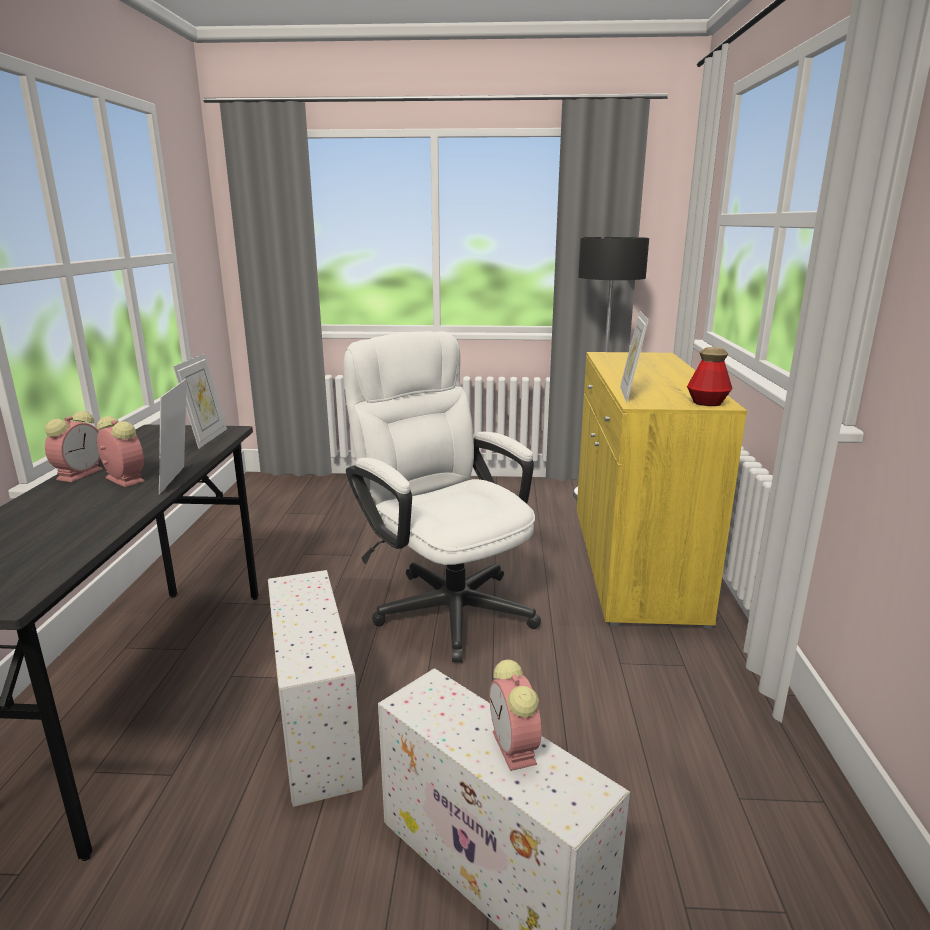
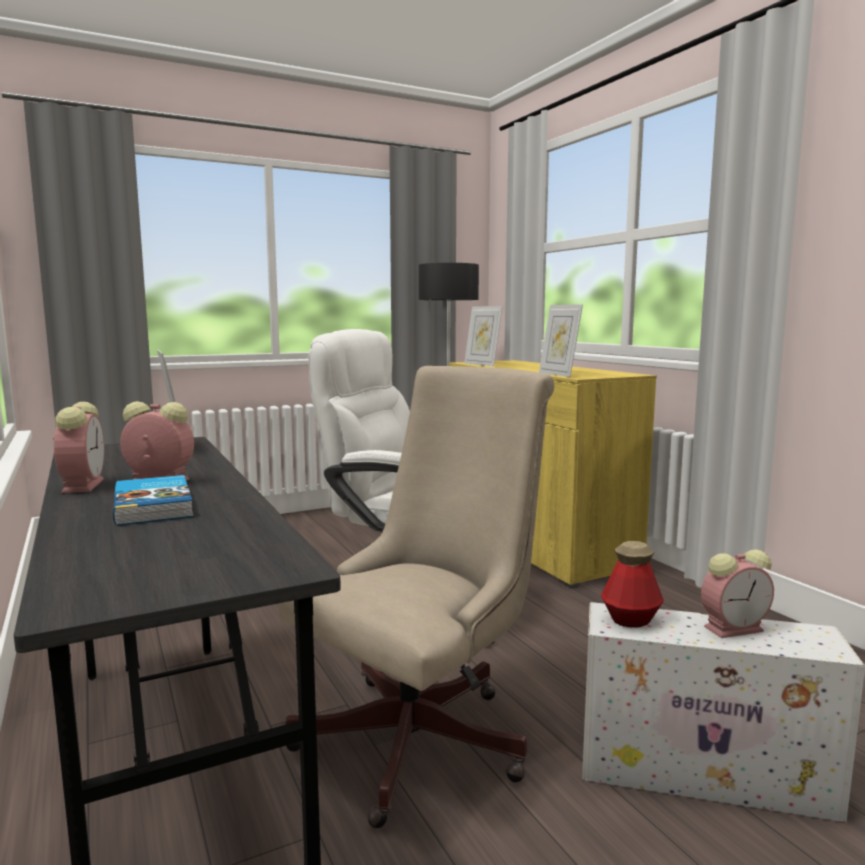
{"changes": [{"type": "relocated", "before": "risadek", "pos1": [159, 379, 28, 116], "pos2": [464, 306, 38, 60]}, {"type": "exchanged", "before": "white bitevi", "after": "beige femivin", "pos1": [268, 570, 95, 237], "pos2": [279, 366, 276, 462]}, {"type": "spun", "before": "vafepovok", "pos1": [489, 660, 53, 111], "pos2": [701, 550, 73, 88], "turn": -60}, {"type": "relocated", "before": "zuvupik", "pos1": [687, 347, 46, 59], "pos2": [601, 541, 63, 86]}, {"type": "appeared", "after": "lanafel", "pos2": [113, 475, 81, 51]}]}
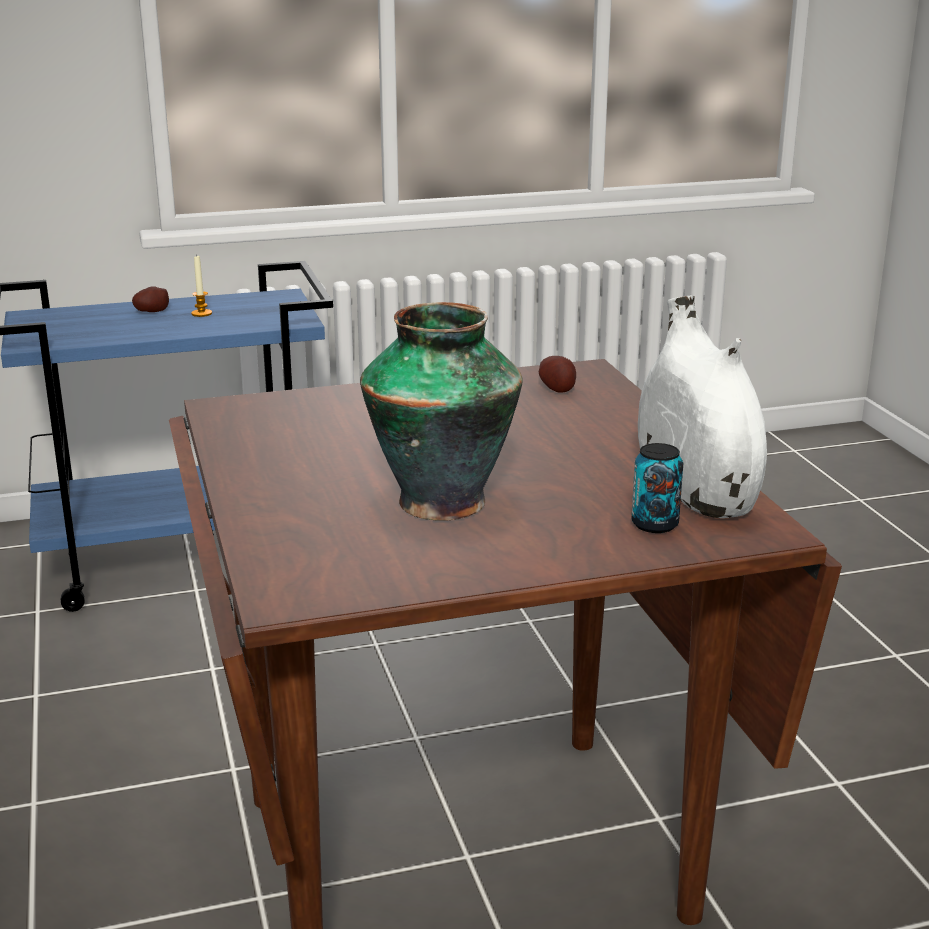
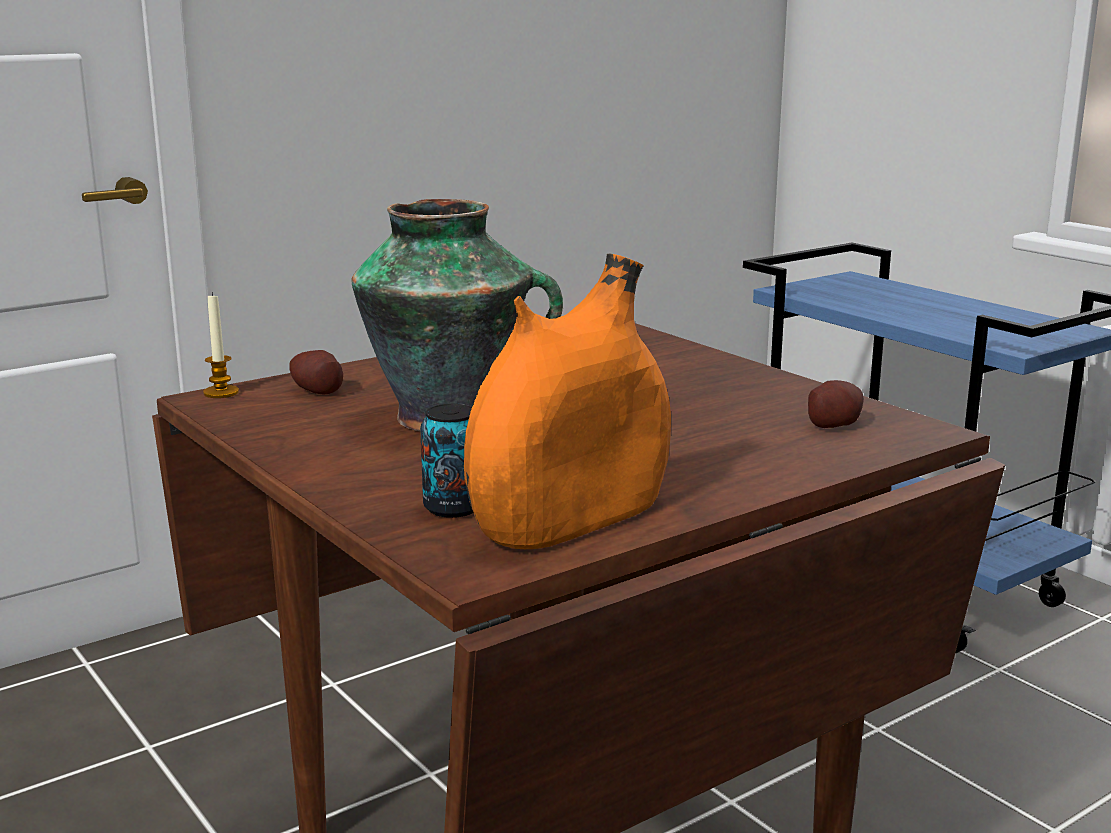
{"changes": [{"type": "relocated", "before": "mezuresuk", "pos1": [132, 286, 37, 26], "pos2": [289, 350, 54, 45]}, {"type": "relocated", "before": "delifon", "pos1": [191, 256, 21, 61], "pos2": [203, 292, 36, 106]}, {"type": "colour", "before": "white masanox", "after": "orange masanox", "pos1": [638, 296, 129, 222], "pos2": [464, 253, 207, 296]}]}
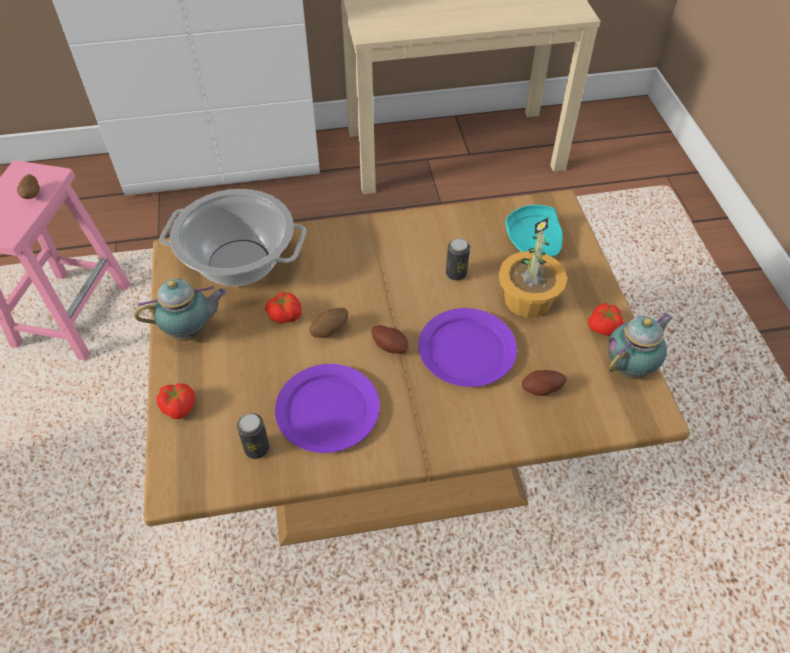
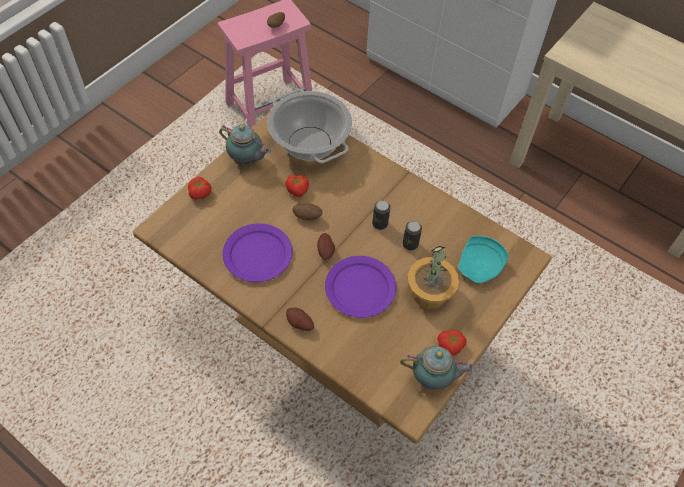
{"changes": [{"type": "relocated", "before": "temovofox", "pos1": [237, 413, 33, 46], "pos2": [372, 200, 18, 30]}, {"type": "relocated", "before": "mezuresuk", "pos1": [522, 370, 45, 26], "pos2": [286, 308, 28, 23]}]}
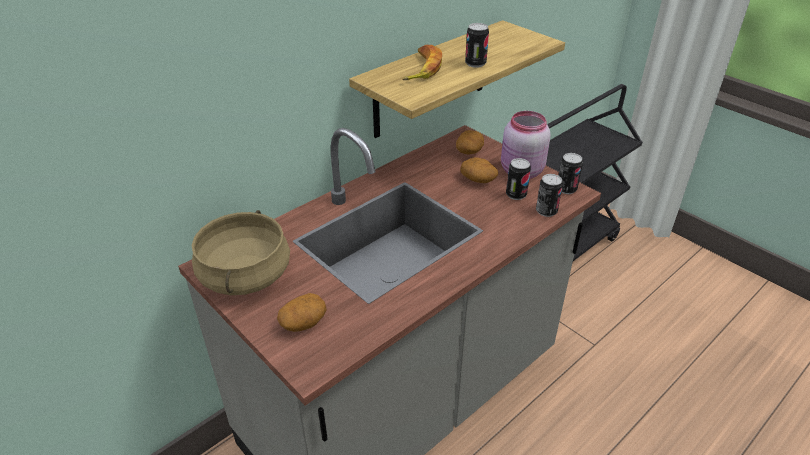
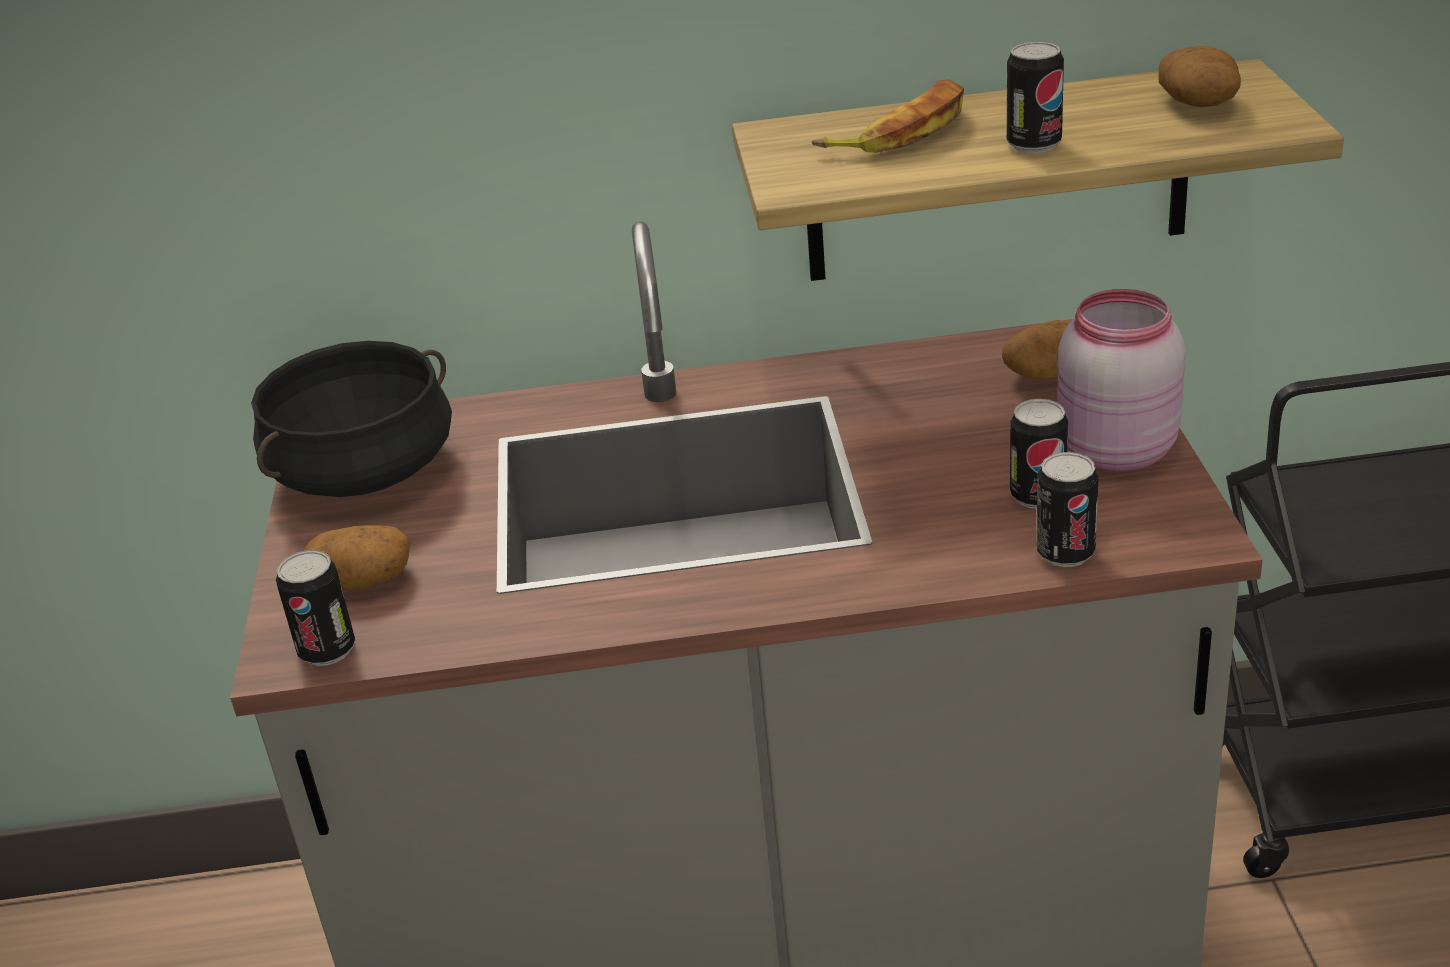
{"changes": [{"type": "colour", "before": "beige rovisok", "after": "black rovisok", "pos1": [191, 210, 99, 85], "pos2": [251, 341, 201, 156]}, {"type": "relocated", "before": "mezuresuk", "pos1": [460, 157, 38, 26], "pos2": [1159, 46, 82, 61]}, {"type": "relocated", "before": "temovofox", "pos1": [558, 153, 25, 41], "pos2": [276, 550, 79, 116]}]}
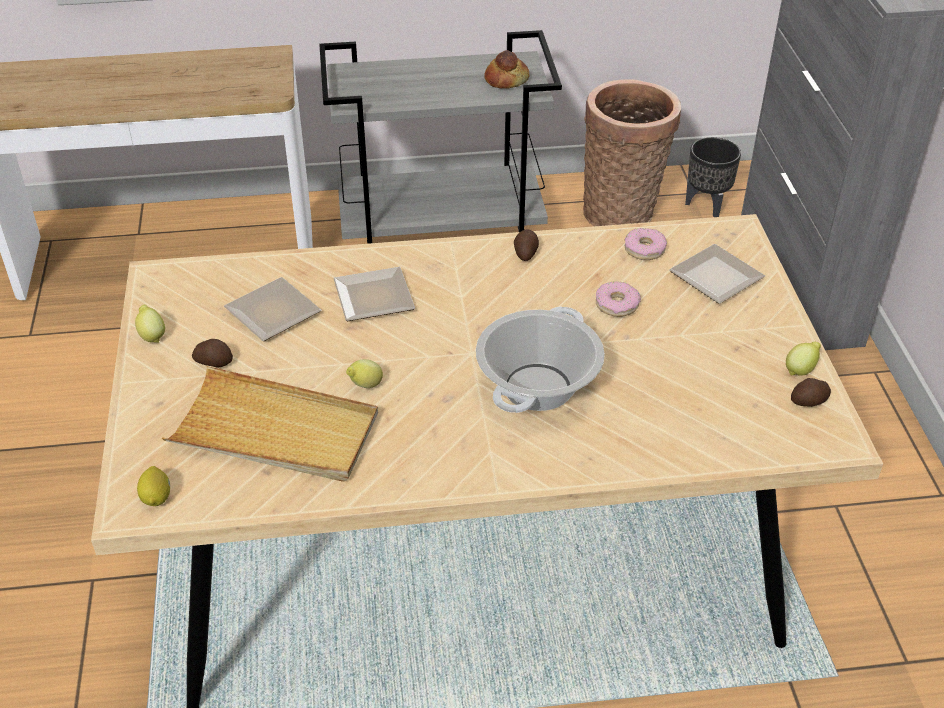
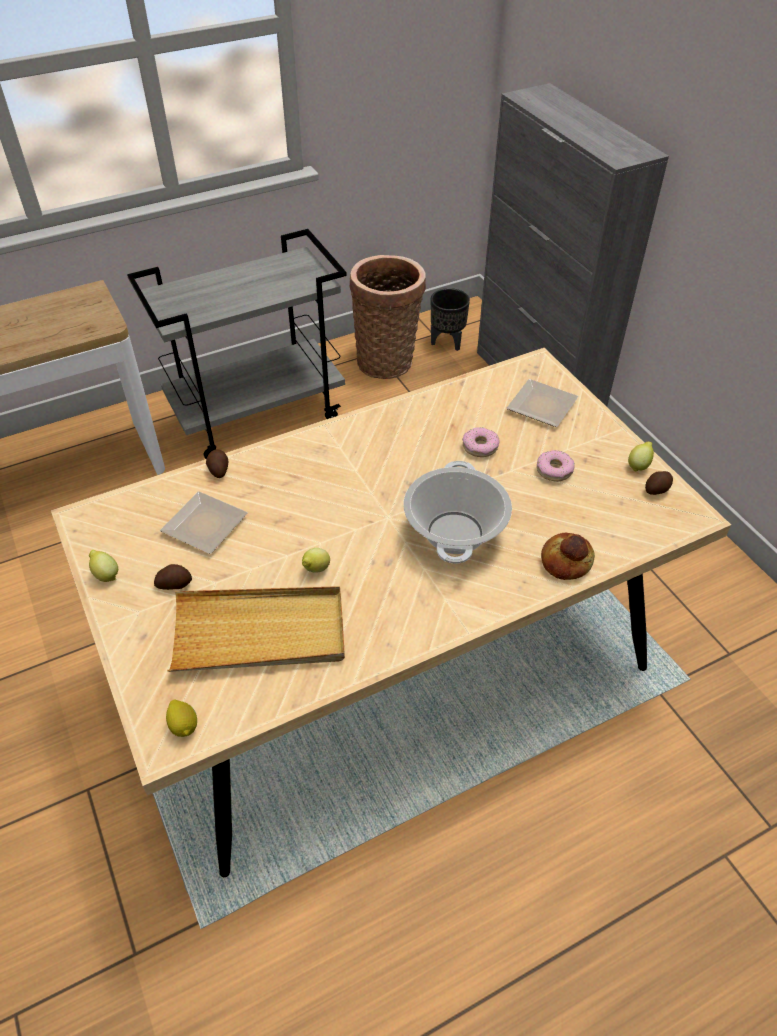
{"changes": [{"type": "missing", "before": "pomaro", "pos1": [333, 267, 82, 54]}, {"type": "relocated", "before": "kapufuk", "pos1": [484, 50, 46, 38], "pos2": [541, 533, 54, 47]}, {"type": "relocated", "before": "mezuresuk", "pos1": [514, 229, 25, 32], "pos2": [206, 449, 22, 29]}, {"type": "relocated", "before": "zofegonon", "pos1": [625, 228, 42, 32], "pos2": [537, 450, 38, 32]}]}
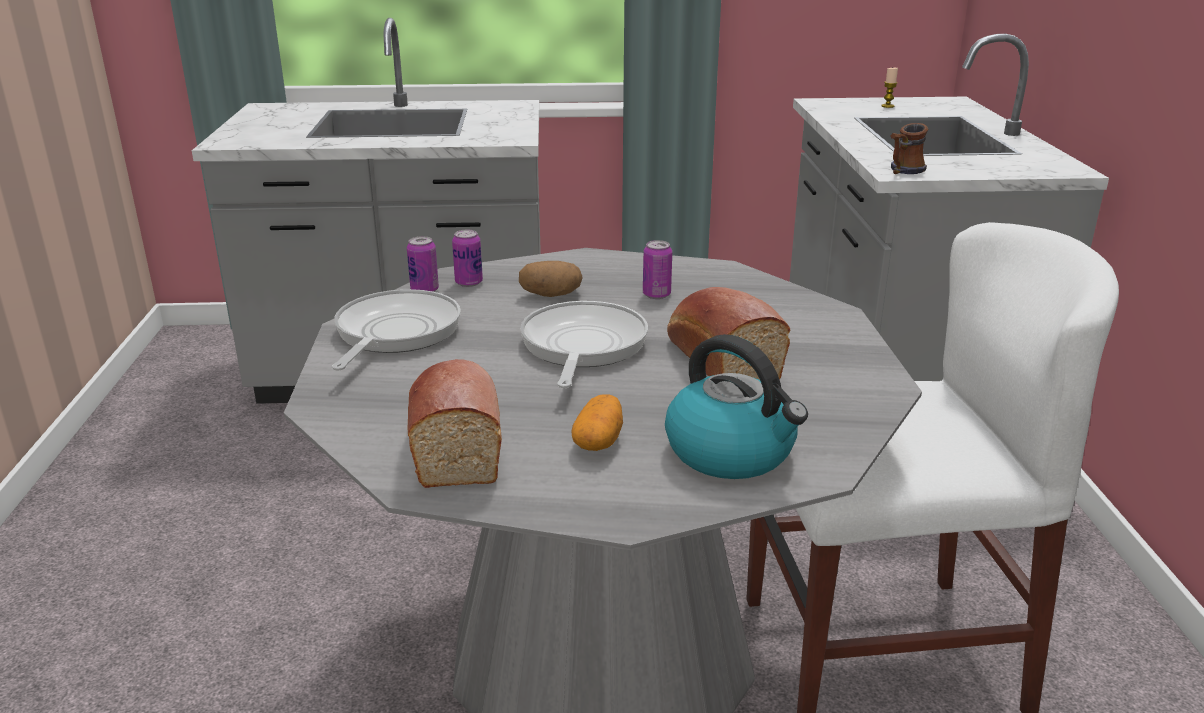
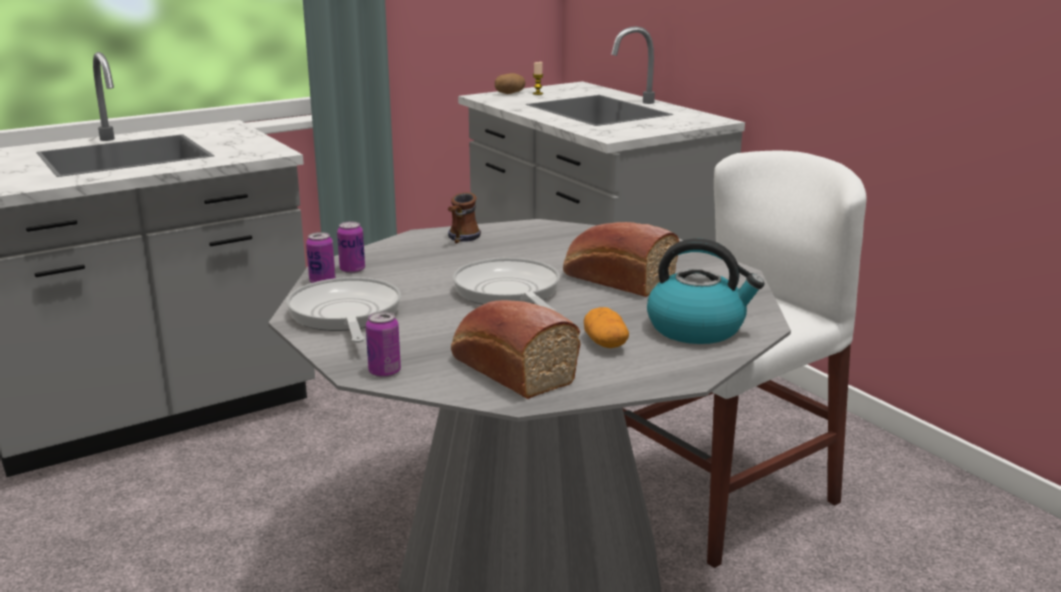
{"changes": [{"type": "relocated", "before": "mezuresuk", "pos1": [519, 261, 63, 36], "pos2": [495, 73, 30, 21]}, {"type": "relocated", "before": "temovofox", "pos1": [643, 240, 29, 59], "pos2": [366, 312, 35, 66]}, {"type": "relocated", "before": "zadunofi", "pos1": [890, 123, 38, 51], "pos2": [448, 192, 33, 51]}]}
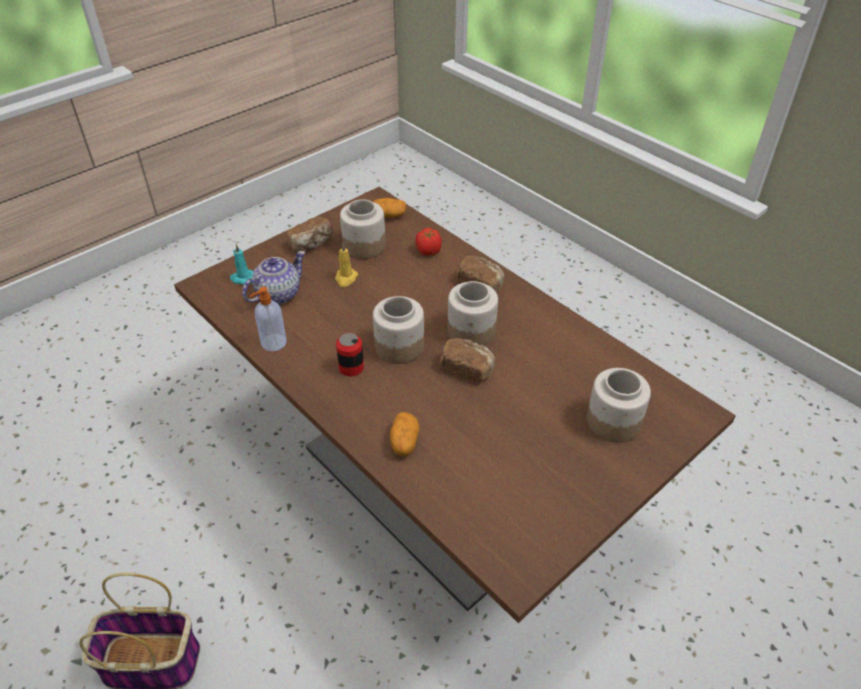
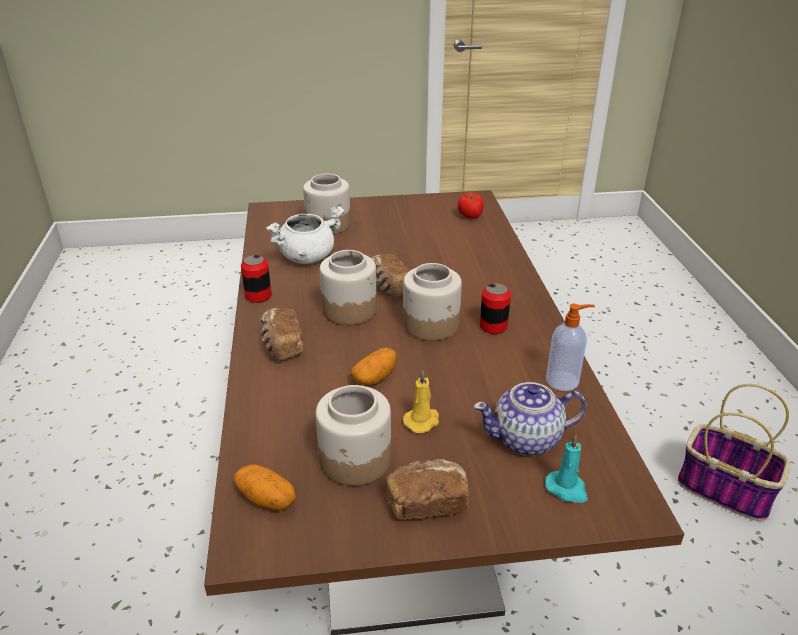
{"changes": [{"type": "relocated", "before": "mezuresuk", "pos1": [390, 412, 29, 44], "pos2": [351, 348, 47, 37]}, {"type": "relocated", "before": "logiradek", "pos1": [416, 228, 26, 28], "pos2": [458, 192, 26, 27]}, {"type": "appeared", "after": "temovofox", "pos2": [241, 255, 31, 48]}, {"type": "appeared", "after": "white rovisok", "pos2": [266, 206, 78, 58]}]}
